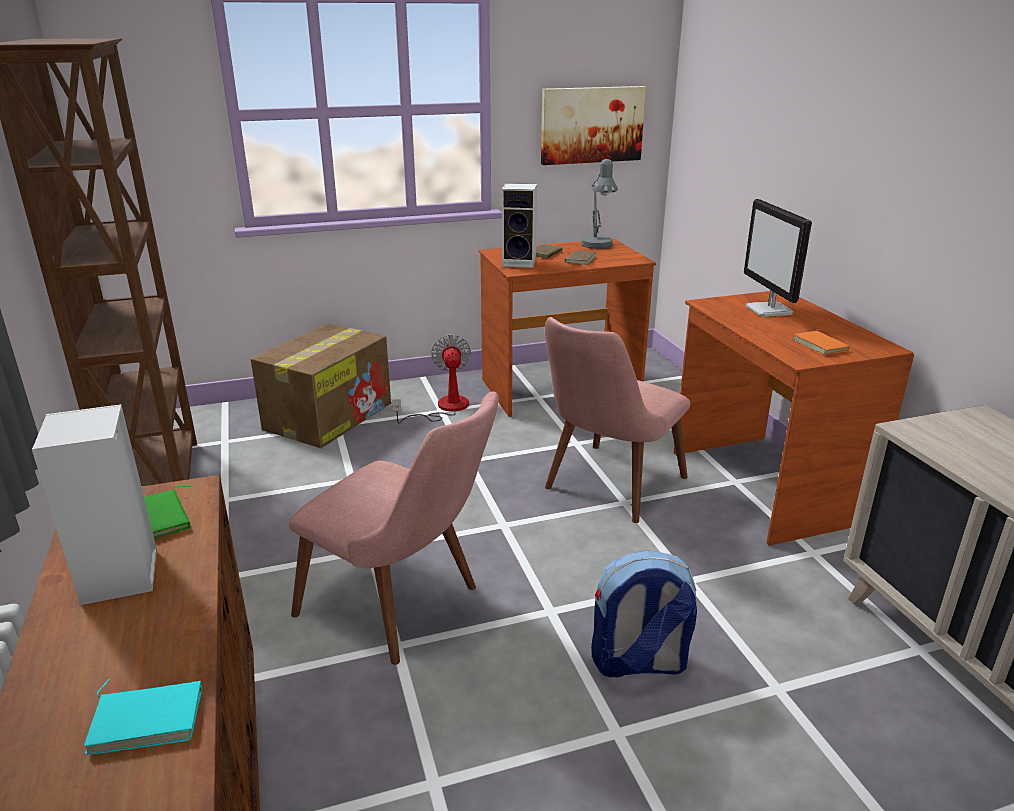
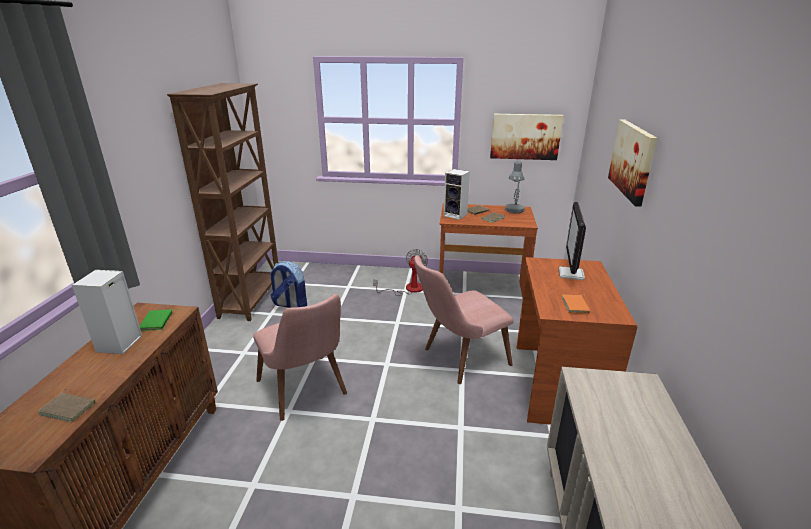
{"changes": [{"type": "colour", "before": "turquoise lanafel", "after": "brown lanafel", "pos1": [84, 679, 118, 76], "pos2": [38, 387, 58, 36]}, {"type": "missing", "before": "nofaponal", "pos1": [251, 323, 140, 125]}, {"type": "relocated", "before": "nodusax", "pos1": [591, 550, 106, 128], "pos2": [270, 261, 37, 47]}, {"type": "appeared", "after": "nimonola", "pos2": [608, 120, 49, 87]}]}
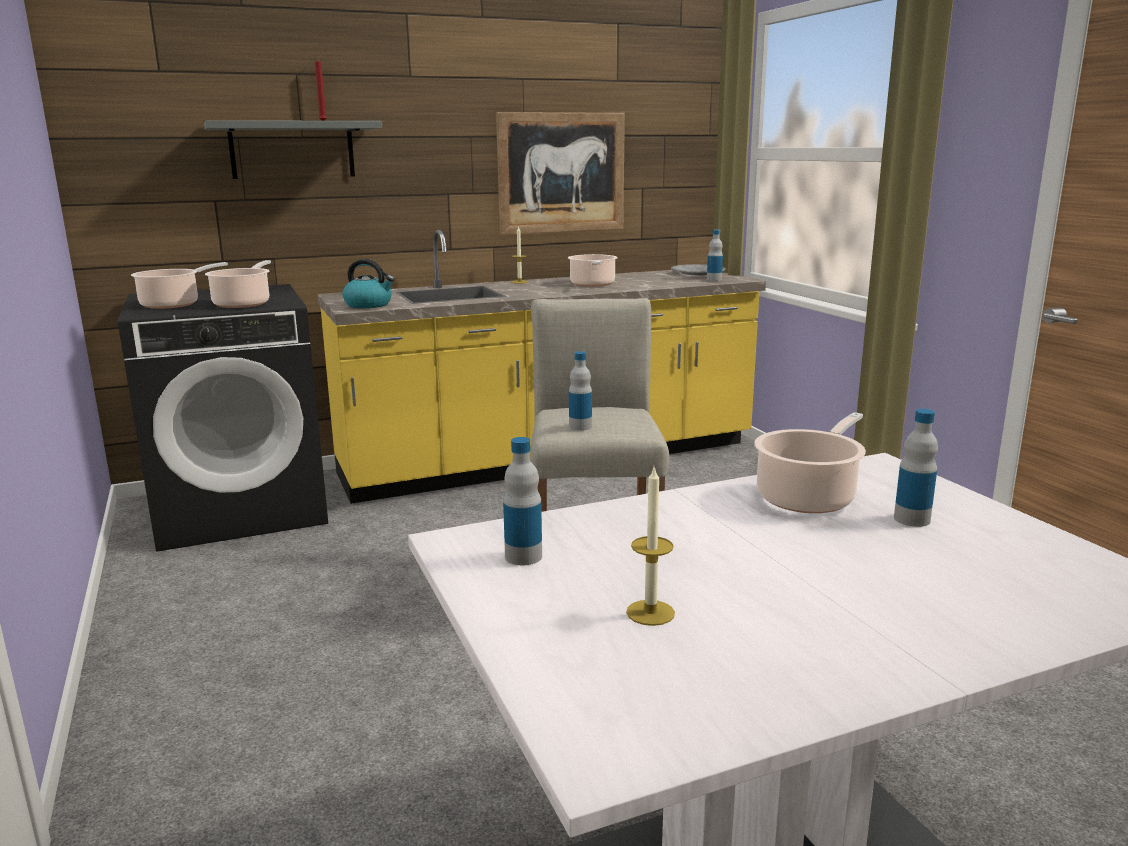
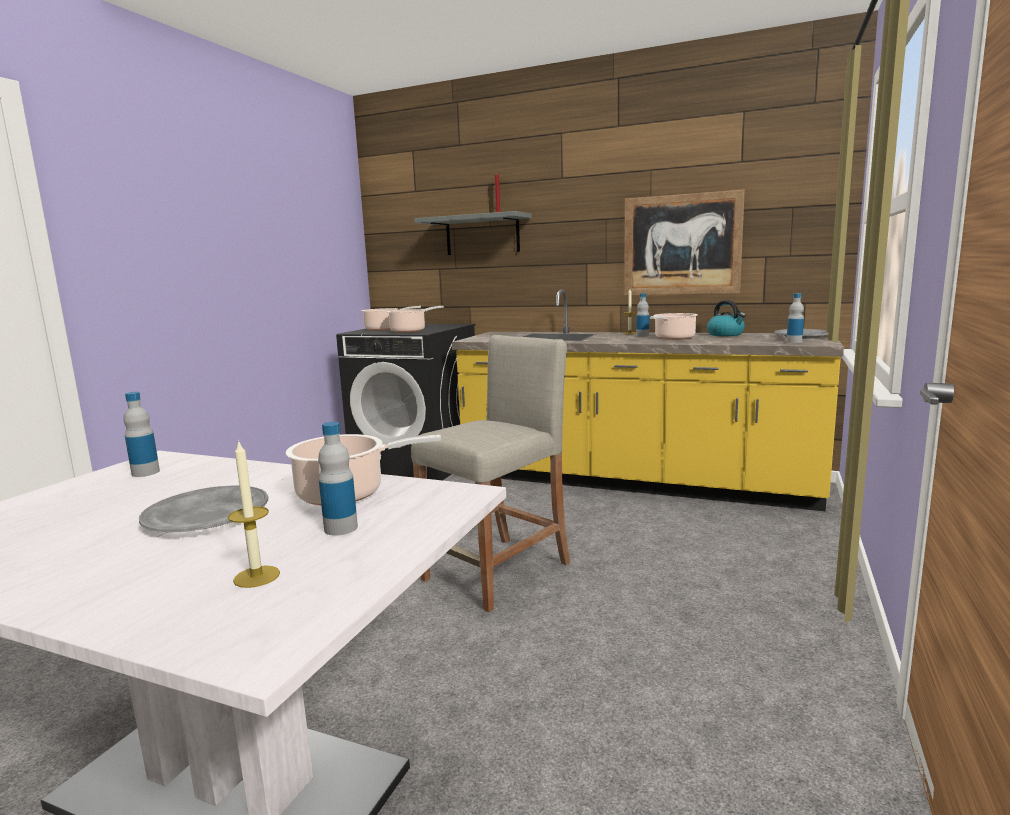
{"changes": [{"type": "relocated", "before": "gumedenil", "pos1": [343, 259, 52, 49], "pos2": [707, 300, 39, 36]}, {"type": "relocated", "before": "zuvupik", "pos1": [569, 351, 23, 80], "pos2": [636, 293, 13, 43]}, {"type": "relocated", "before": "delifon", "pos1": [626, 468, 49, 158], "pos2": [228, 440, 52, 148]}, {"type": "appeared", "after": "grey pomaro", "pos2": [139, 486, 129, 46]}]}
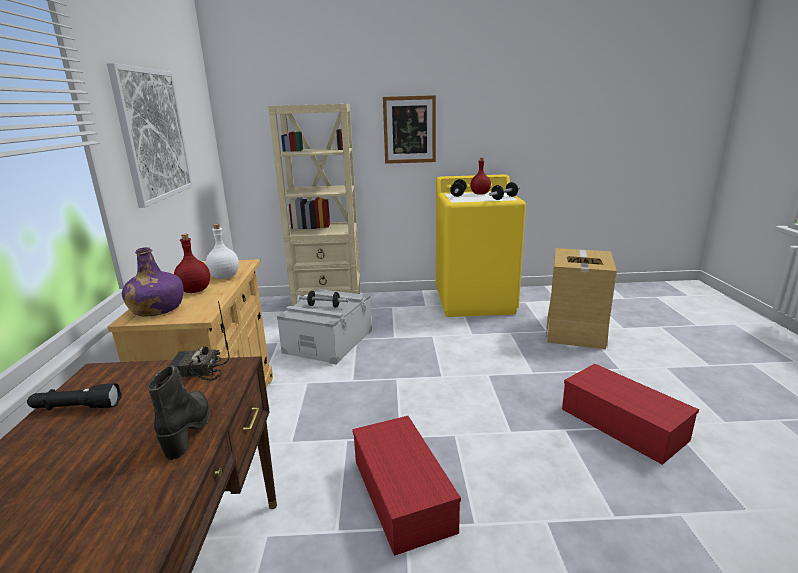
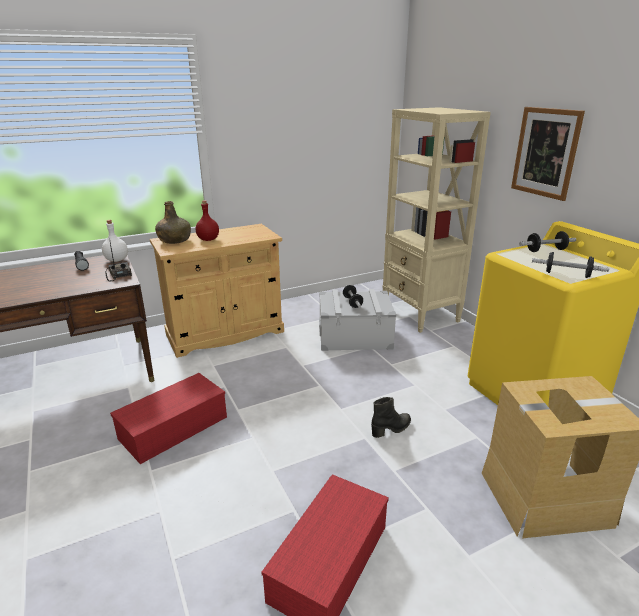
{"changes": [{"type": "missing", "before": "nimonola", "pos1": [107, 63, 86, 145]}, {"type": "colour", "before": "purple zuvupik", "after": "green zuvupik", "pos1": [122, 247, 61, 70], "pos2": [155, 201, 36, 43]}, {"type": "relocated", "before": "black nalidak", "pos1": [148, 365, 62, 95], "pos2": [371, 397, 40, 41]}, {"type": "relocated", "before": "white zuvupik", "pos1": [206, 224, 33, 55], "pos2": [102, 220, 26, 42]}, {"type": "missing", "before": "red zuvupik", "pos1": [470, 158, 21, 37]}]}
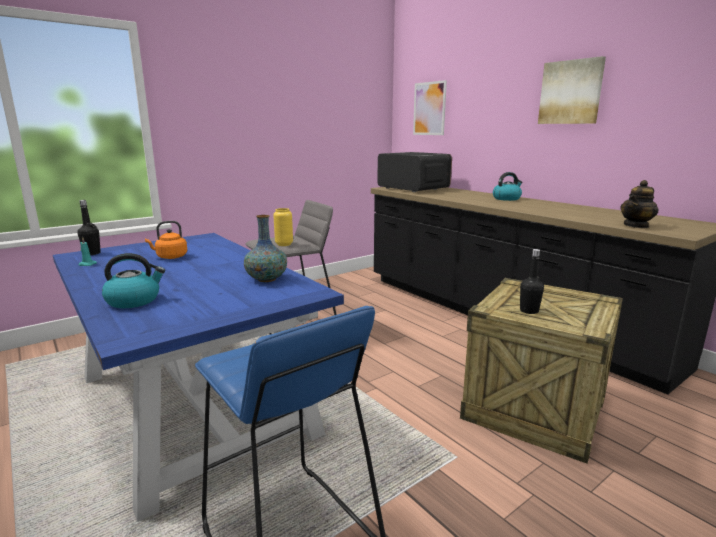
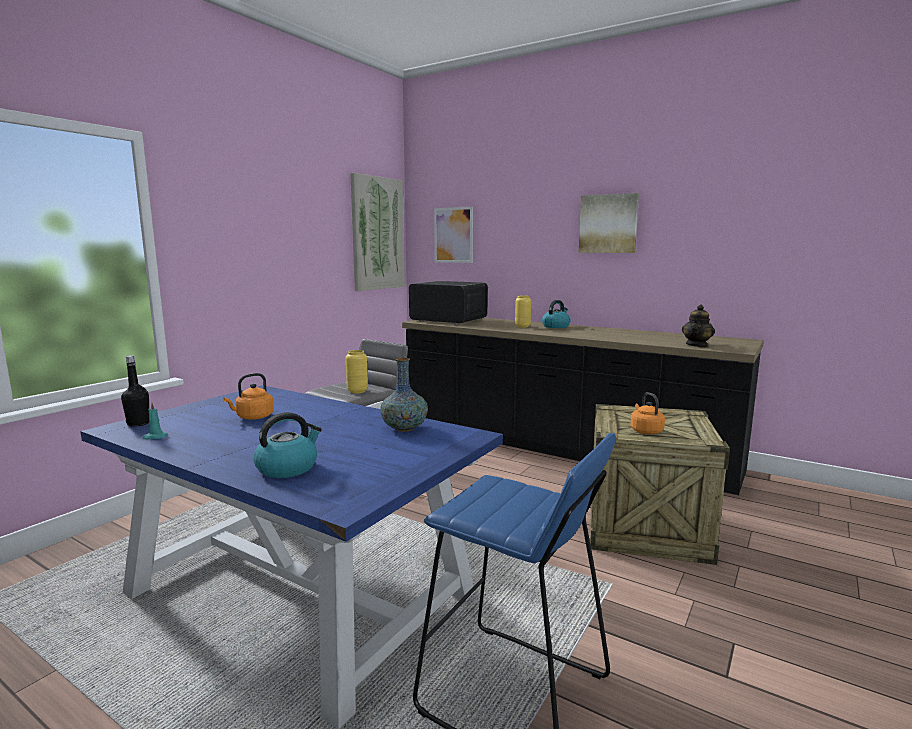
{"changes": [{"type": "exchanged", "before": "black zuvupik", "after": "orange gumedenil", "pos1": [520, 249, 24, 65], "pos2": [630, 392, 35, 42]}, {"type": "appeared", "after": "nimonola", "pos2": [350, 173, 55, 118]}, {"type": "appeared", "after": "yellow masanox", "pos2": [515, 296, 16, 32]}]}
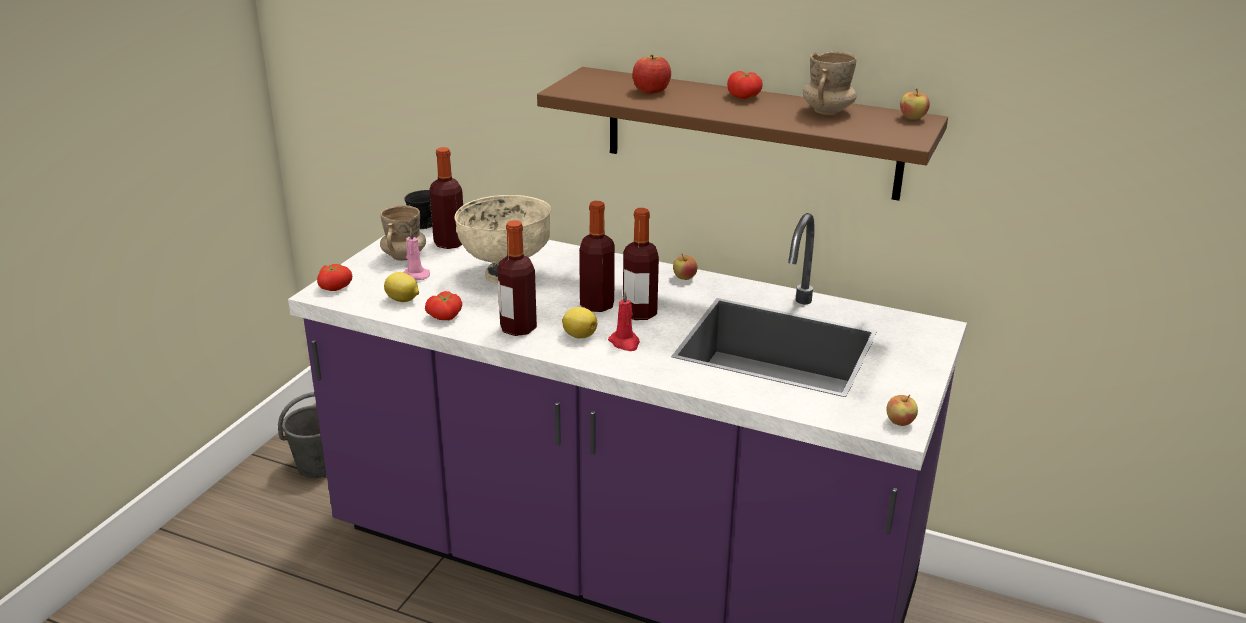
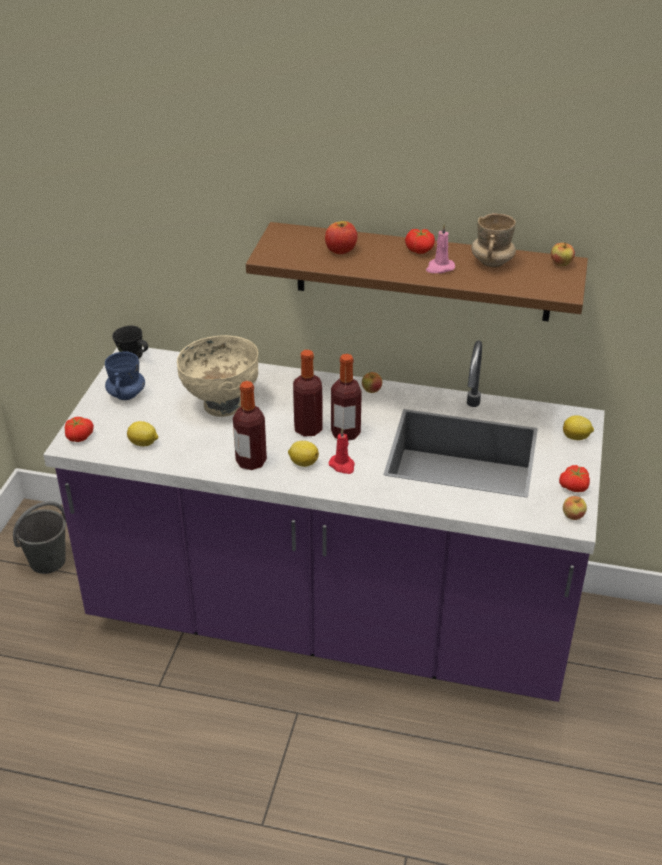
{"changes": [{"type": "colour", "before": "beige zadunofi", "after": "blue zadunofi", "pos1": [380, 205, 46, 56], "pos2": [105, 351, 40, 49]}, {"type": "relocated", "before": "pink delifon", "pos1": [403, 229, 27, 51], "pos2": [426, 224, 29, 49]}, {"type": "relocated", "before": "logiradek", "pos1": [425, 291, 37, 29], "pos2": [559, 465, 31, 27]}, {"type": "missing", "before": "zuvupik", "pos1": [429, 147, 34, 102]}, {"type": "appeared", "after": "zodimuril", "pos2": [563, 415, 31, 25]}]}
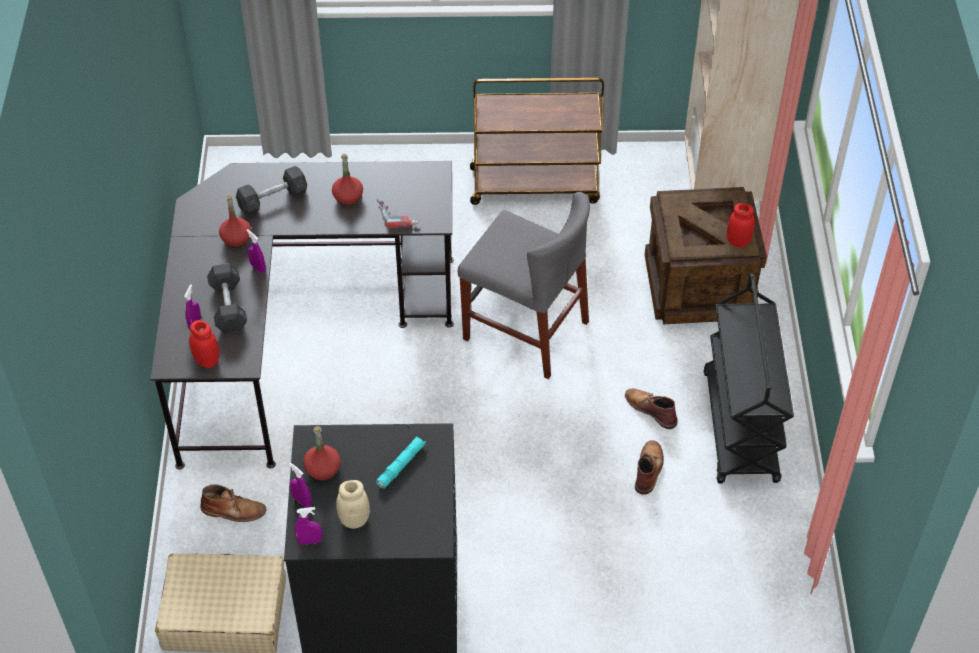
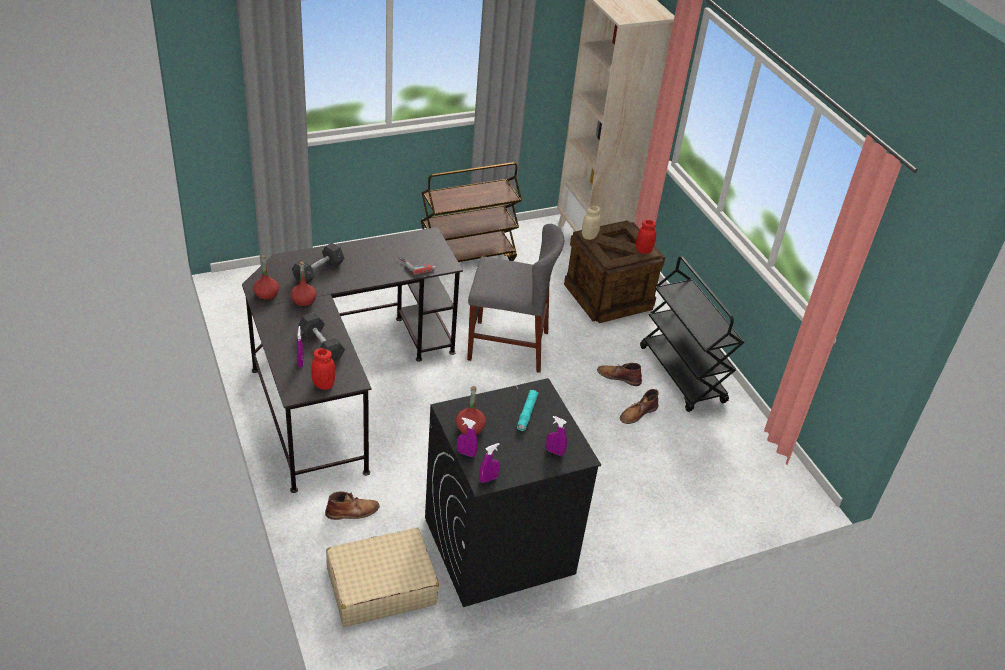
{"changes": [{"type": "relocated", "before": "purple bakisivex", "pos1": [246, 229, 20, 44], "pos2": [546, 416, 21, 40]}, {"type": "relocated", "before": "red zuvupik", "pos1": [332, 154, 31, 52], "pos2": [253, 255, 26, 45]}, {"type": "relocated", "before": "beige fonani", "pos1": [336, 480, 34, 49], "pos2": [582, 206, 19, 34]}, {"type": "spun", "before": "brown nalidak", "pos1": [635, 440, 29, 55], "pos2": [620, 389, 39, 35], "turn": -120}]}
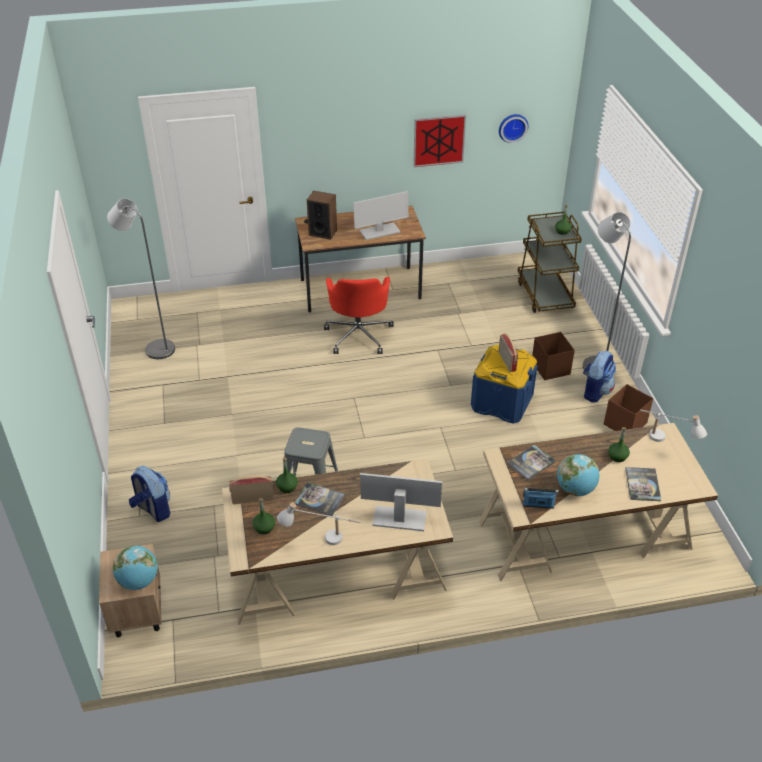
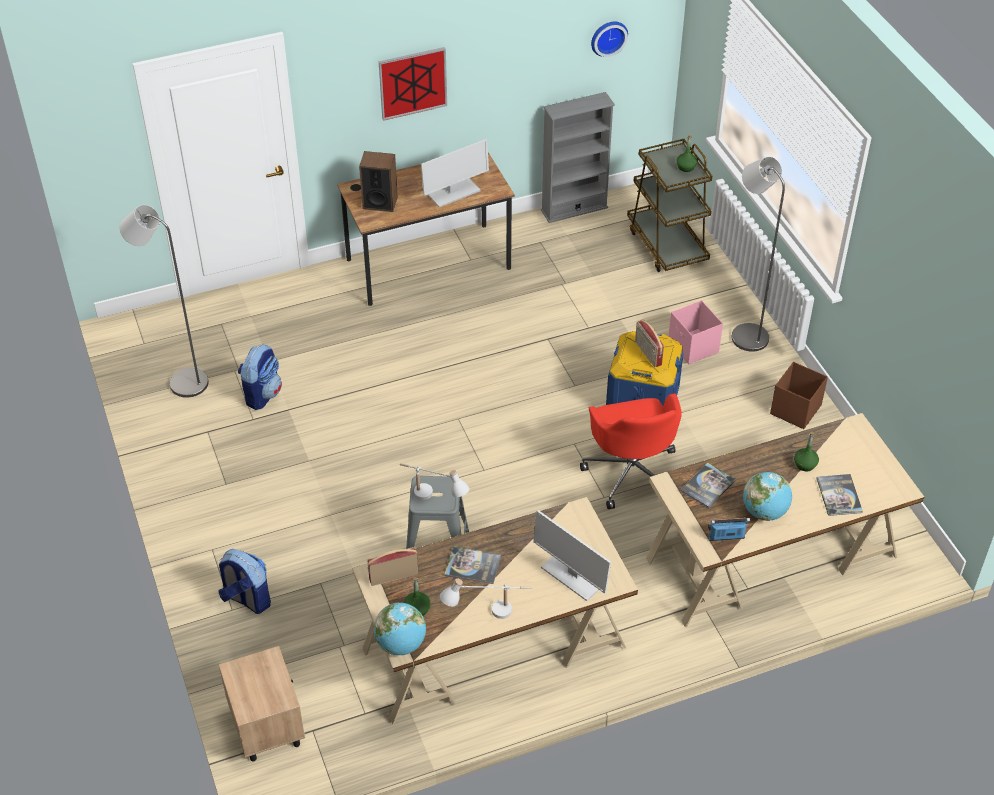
{"changes": [{"type": "relocated", "before": "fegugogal", "pos1": [113, 546, 45, 44], "pos2": [374, 603, 52, 52]}, {"type": "missing", "before": "green zuvupik", "pos1": [276, 457, 22, 36]}, {"type": "relocated", "before": "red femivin", "pos1": [324, 277, 69, 77], "pos2": [580, 393, 102, 116]}, {"type": "spun", "before": "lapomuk", "pos1": [360, 473, 82, 58], "pos2": [533, 510, 78, 91], "turn": -135}, {"type": "relocated", "before": "nimonola", "pos1": [413, 114, 53, 53], "pos2": [379, 47, 68, 74]}, {"type": "colour", "before": "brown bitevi", "after": "pink bitevi", "pos1": [532, 332, 43, 48], "pos2": [668, 300, 55, 64]}, {"type": "relocated", "before": "nodusax", "pos1": [583, 351, 33, 52], "pos2": [238, 344, 44, 66]}, {"type": "relocated", "before": "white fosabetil", "pos1": [640, 410, 67, 32], "pos2": [400, 463, 70, 37]}, {"type": "appeared", "after": "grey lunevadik", "pos2": [541, 92, 74, 131]}]}
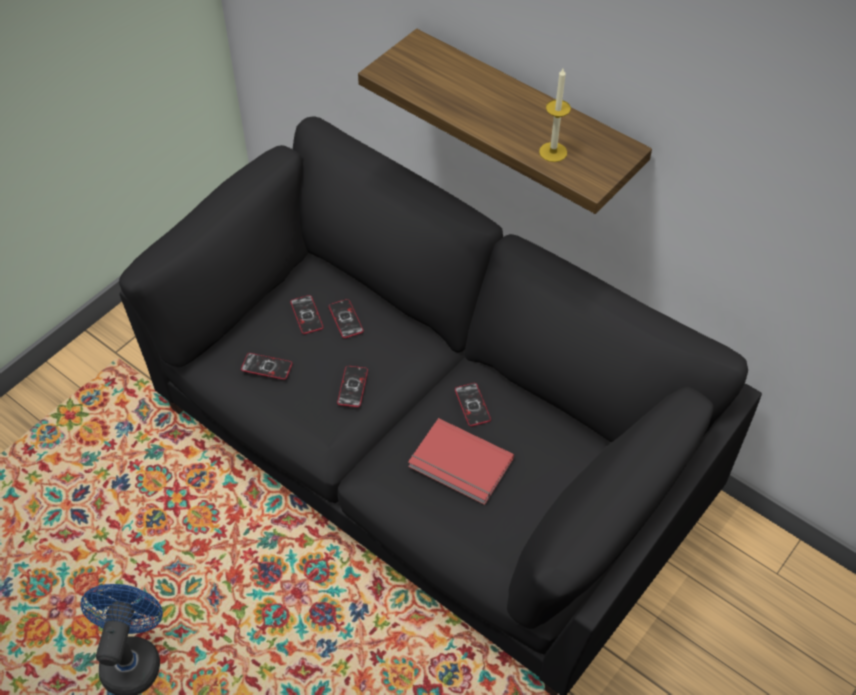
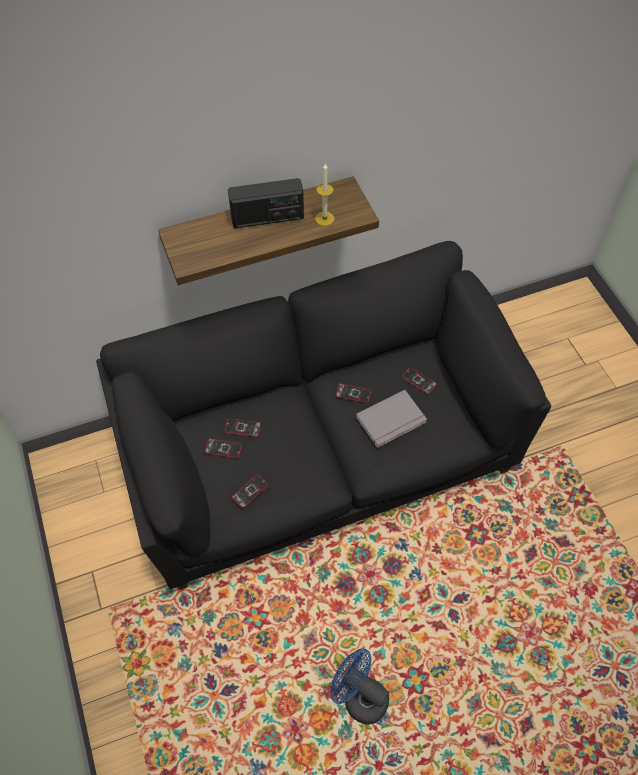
{"changes": [{"type": "relocated", "before": "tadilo", "pos1": [337, 366, 31, 41], "pos2": [402, 367, 35, 27]}, {"type": "colour", "before": "red lanafel", "after": "grey lanafel", "pos1": [408, 418, 106, 87], "pos2": [356, 390, 71, 58]}, {"type": "appeared", "after": "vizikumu", "pos2": [228, 178, 76, 50]}]}
